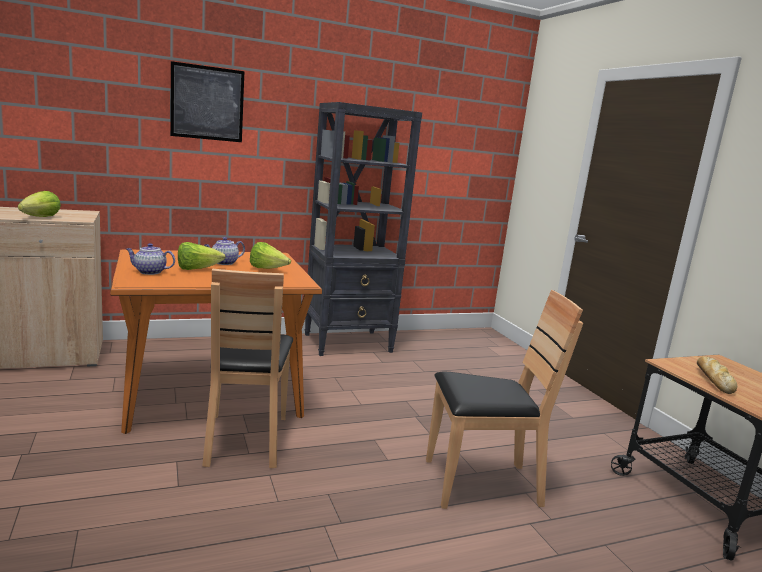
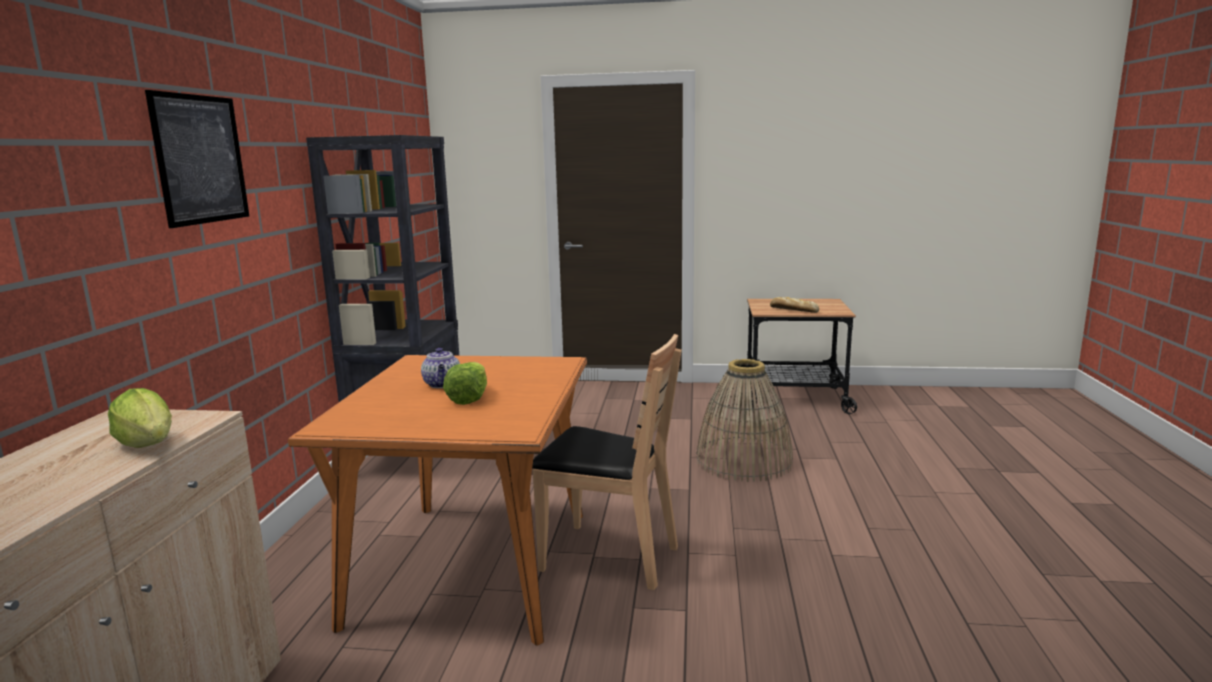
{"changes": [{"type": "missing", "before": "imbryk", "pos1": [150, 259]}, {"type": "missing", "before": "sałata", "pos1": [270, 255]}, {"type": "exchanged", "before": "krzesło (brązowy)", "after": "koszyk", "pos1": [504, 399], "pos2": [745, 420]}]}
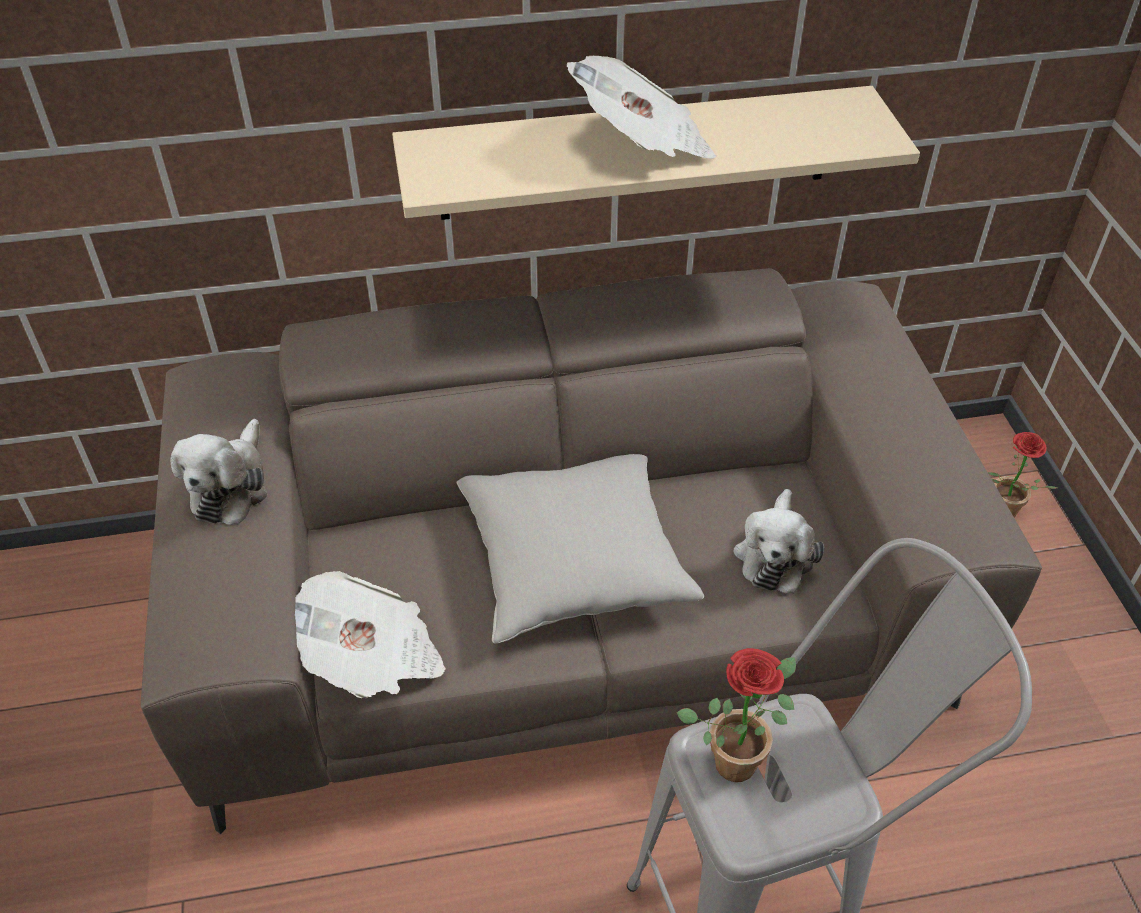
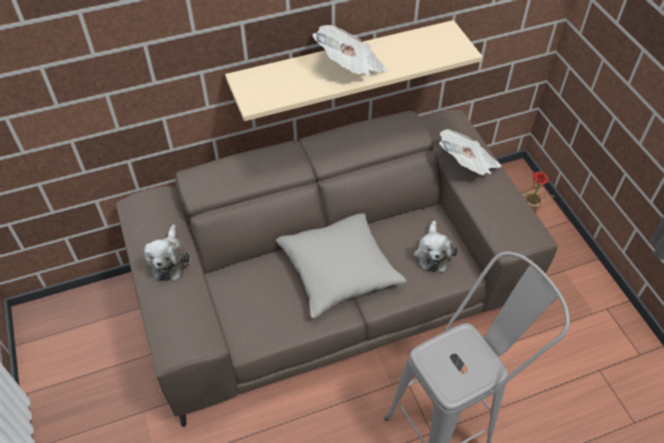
{"changes": [{"type": "relocated", "before": "gazeta", "pos1": [370, 635], "pos2": [470, 152]}, {"type": "missing", "before": "roślina doniczkowa", "pos1": [736, 715]}]}
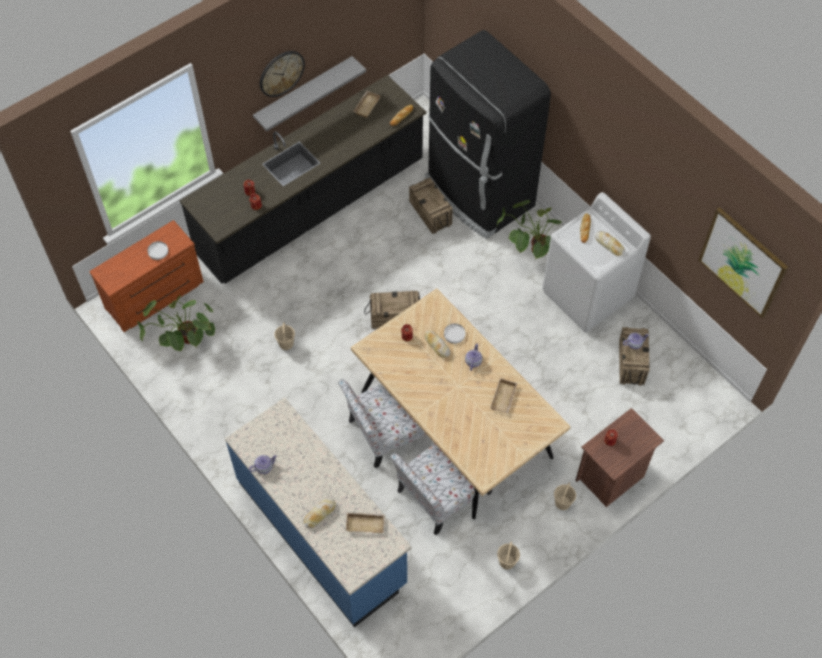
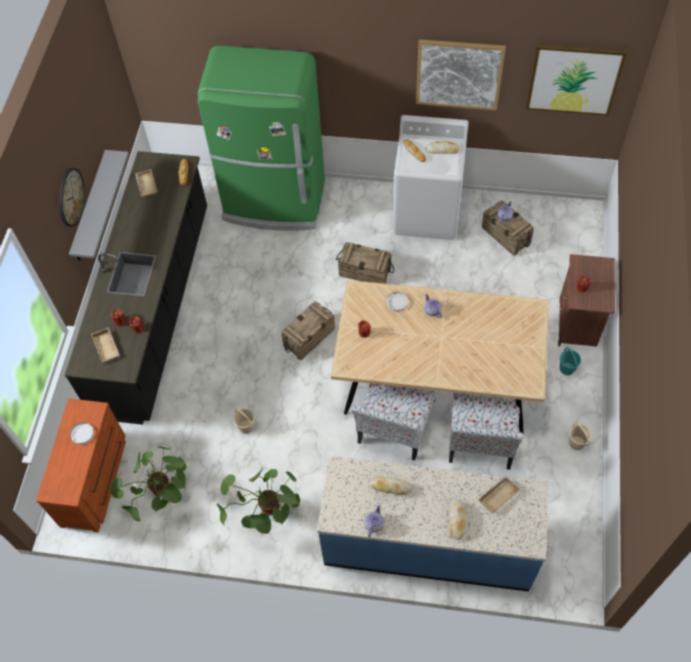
{"changes": [{"type": "relocated", "before": "skrzynka", "pos1": [431, 206], "pos2": [365, 263]}, {"type": "relocated", "before": "chleb", "pos1": [437, 344], "pos2": [390, 486]}, {"type": "colour", "before": "lodówka (czarny)", "after": "lodówka (zielony)", "pos1": [488, 134], "pos2": [261, 138]}, {"type": "relocated", "before": "taca (beżowy)", "pos1": [504, 395], "pos2": [105, 345]}, {"type": "relocated", "before": "roślina doniczkowa", "pos1": [529, 229], "pos2": [258, 501]}, {"type": "colour", "before": "wiadro (beżowy)", "after": "wiadro (turkusowy)", "pos1": [565, 496], "pos2": [570, 361]}, {"type": "appeared", "after": "obraz", "pos2": [461, 74]}]}
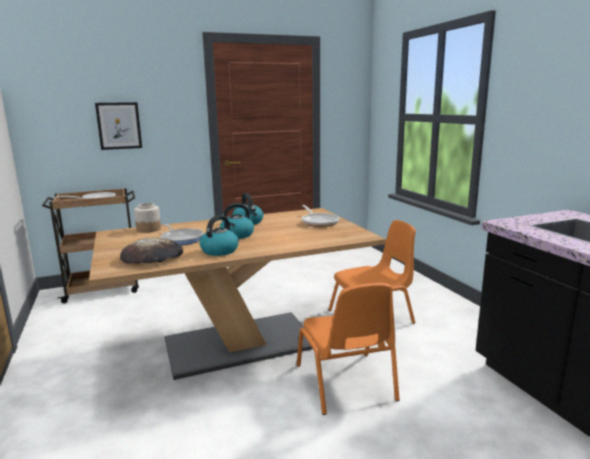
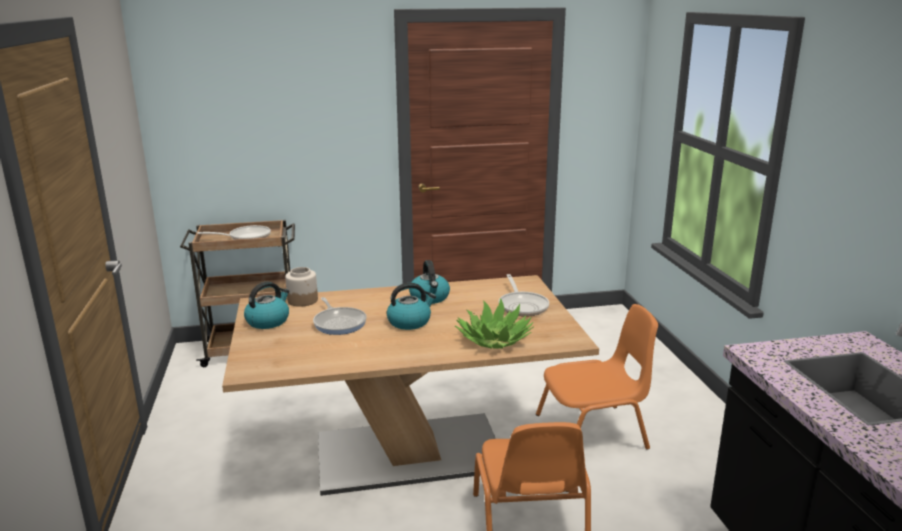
{"changes": [{"type": "missing", "before": "obraz", "pos1": [118, 126]}, {"type": "missing", "before": "chleb", "pos1": [151, 251]}, {"type": "relocated", "before": "czajnik", "pos1": [219, 235], "pos2": [266, 305]}, {"type": "appeared", "after": "roślina doniczkowa", "pos2": [494, 323]}]}
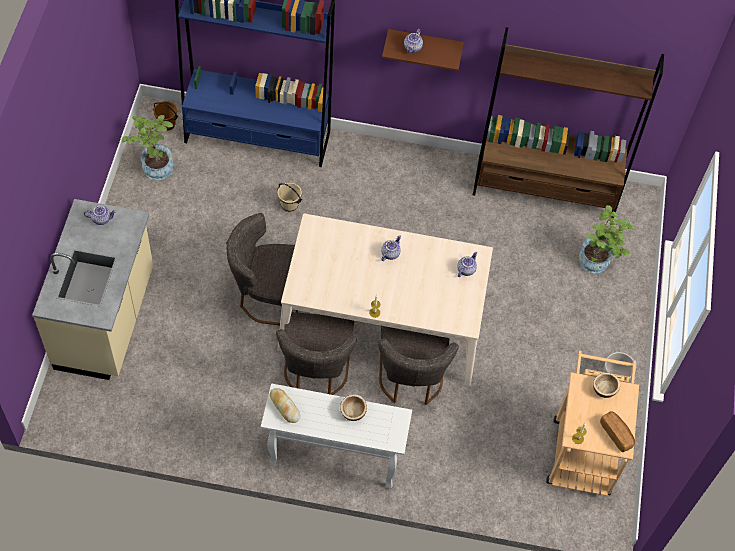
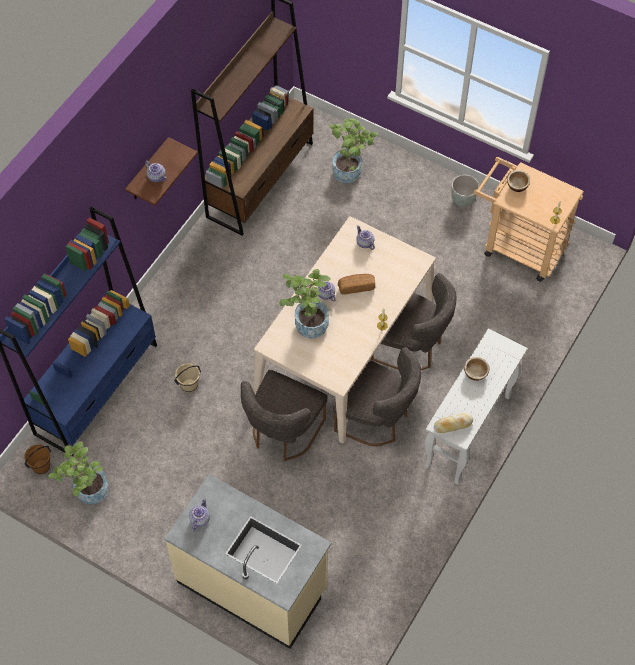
{"changes": [{"type": "relocated", "before": "chleb", "pos1": [617, 431], "pos2": [356, 284]}, {"type": "appeared", "after": "roślina doniczkowa", "pos2": [305, 303]}]}
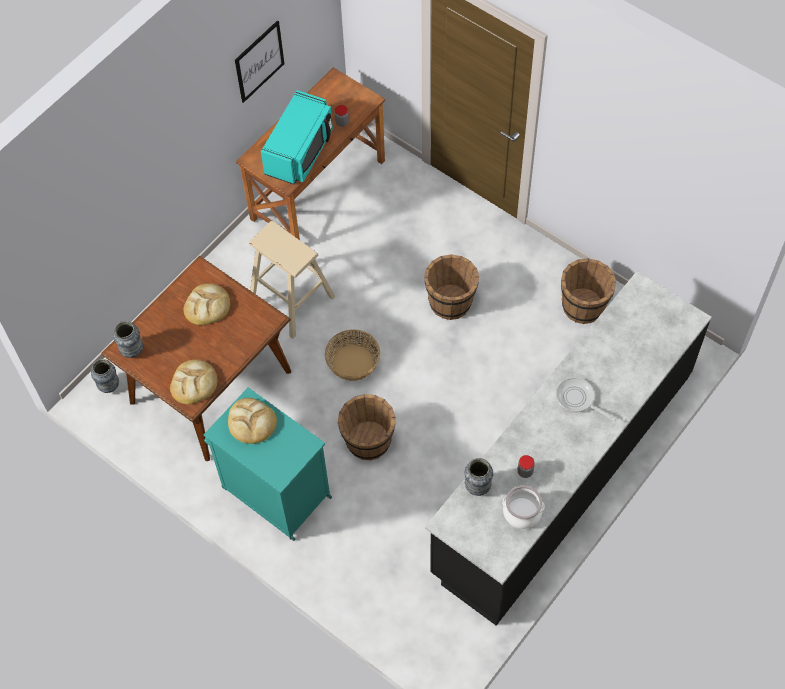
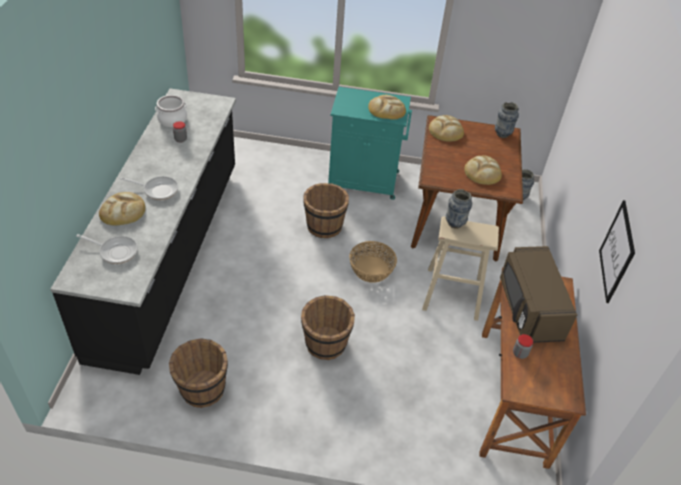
{"changes": [{"type": "colour", "before": "mikrofalówka (turkusowy)", "after": "mikrofalówka (brązowy)", "pos1": [297, 137], "pos2": [538, 294]}, {"type": "relocated", "before": "wazon", "pos1": [478, 477], "pos2": [459, 209]}, {"type": "appeared", "after": "patelnia", "pos2": [107, 249]}, {"type": "appeared", "after": "chleb", "pos2": [122, 208]}]}
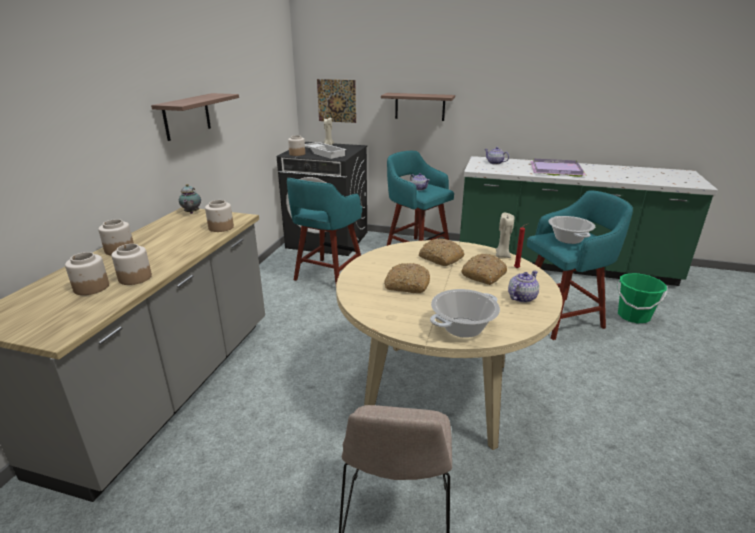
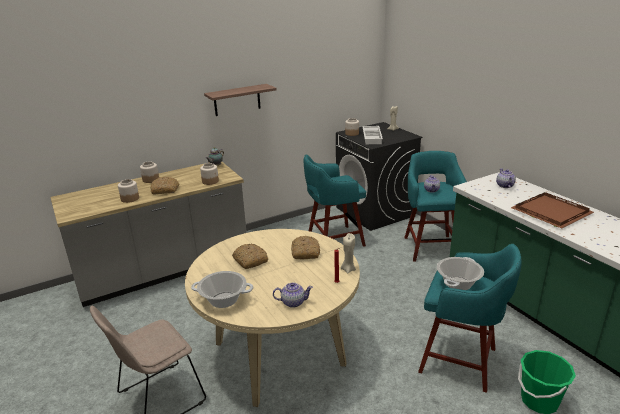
{"changes": [{"type": "missing", "before": "słoik", "pos1": [87, 273]}, {"type": "missing", "before": "obraz", "pos1": [336, 101]}, {"type": "missing", "before": "półka", "pos1": [418, 107]}, {"type": "relocated", "before": "chleb", "pos1": [484, 269], "pos2": [165, 186]}, {"type": "colour", "before": "taca (fioletowy)", "after": "taca (brązowy)", "pos1": [558, 168], "pos2": [552, 210]}]}
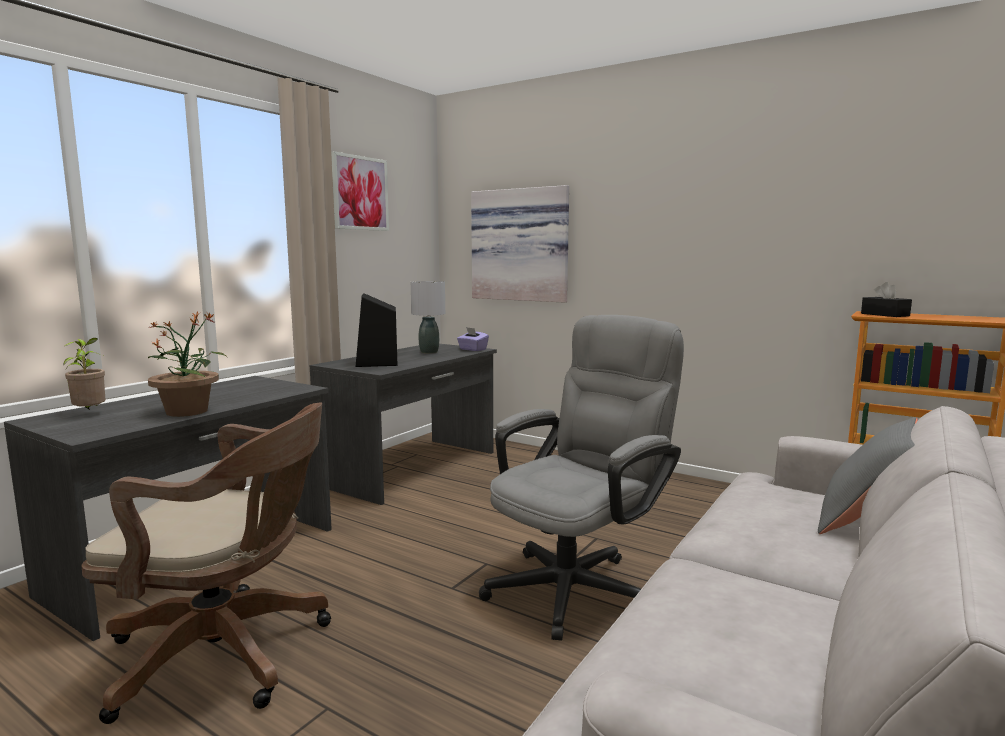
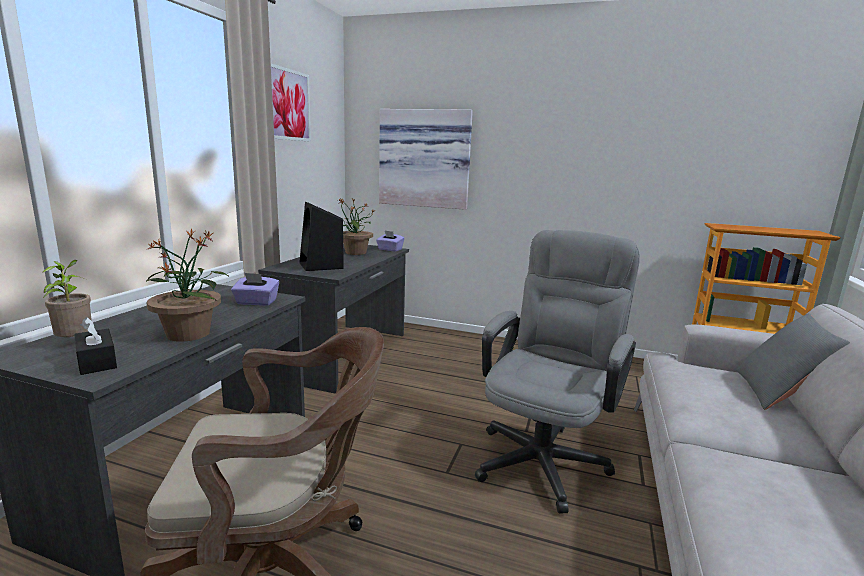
{"changes": [{"type": "exchanged", "before": "lampa stołowa (szary)", "after": "roślina doniczkowa", "pos1": [428, 317], "pos2": [357, 227]}, {"type": "relocated", "before": "pudełko chusteczek (czarny)", "pos1": [886, 299], "pos2": [95, 346]}, {"type": "appeared", "after": "pudełko chusteczek (fioletowy)", "pos2": [255, 289]}]}
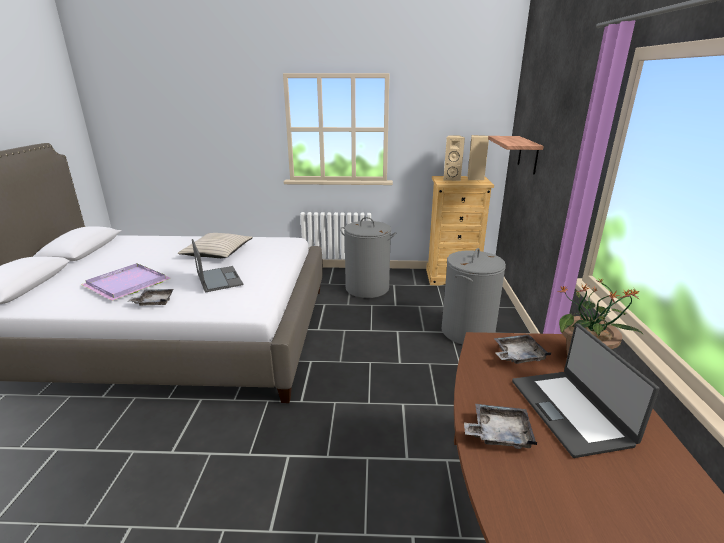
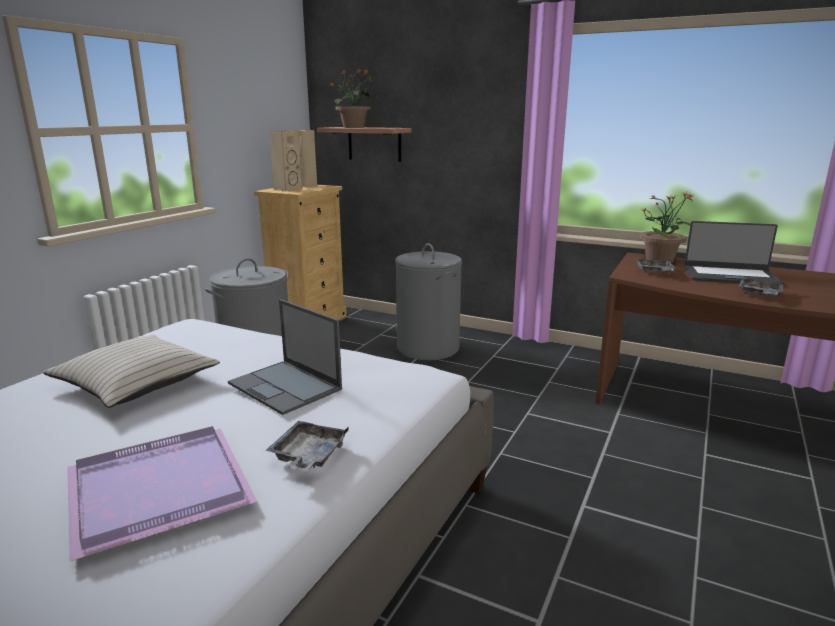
{"changes": [{"type": "spun", "before": "laptop", "pos1": [217, 266], "pos2": [285, 357], "turn": -135}, {"type": "appeared", "after": "roślina doniczkowa", "pos2": [353, 98]}]}
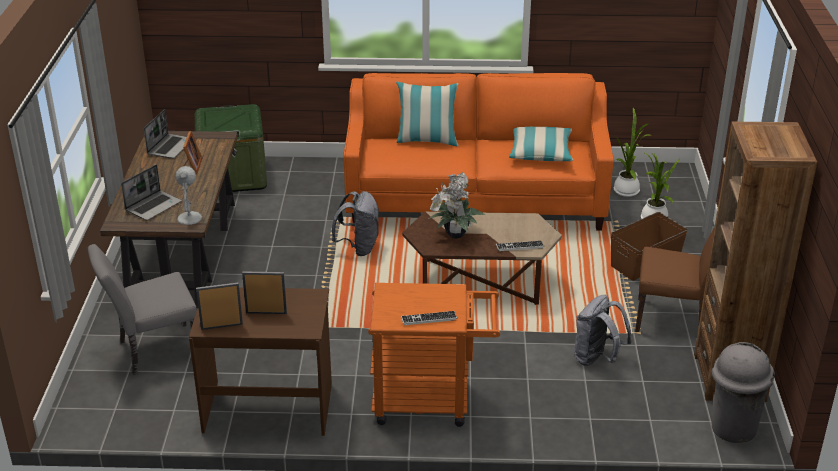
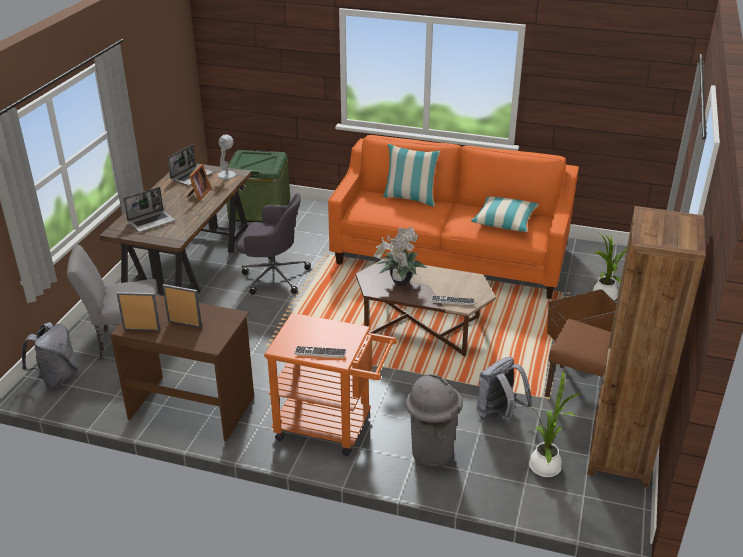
{"changes": [{"type": "relocated", "before": "lampa stołowa (biały)", "pos1": [188, 195], "pos2": [226, 157]}, {"type": "relocated", "before": "plecak (szary)", "pos1": [355, 223], "pos2": [49, 355]}, {"type": "relocated", "before": "roślina doniczkowa", "pos1": [632, 152], "pos2": [555, 423]}, {"type": "relocated", "before": "kosz na śmieci (szary)", "pos1": [743, 392], "pos2": [434, 420]}, {"type": "appeared", "after": "krzesło biurowe (szary)", "pos2": [274, 244]}]}
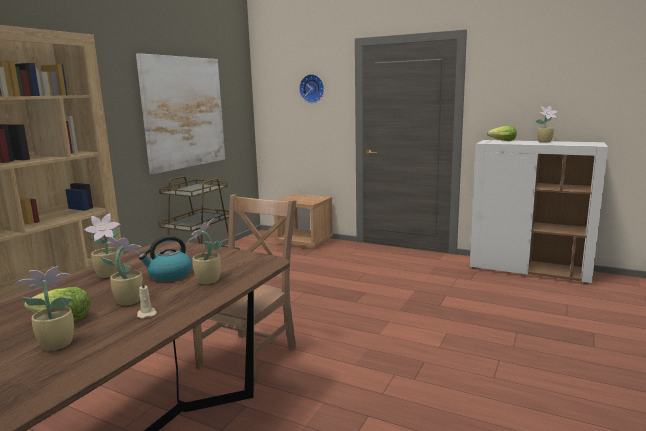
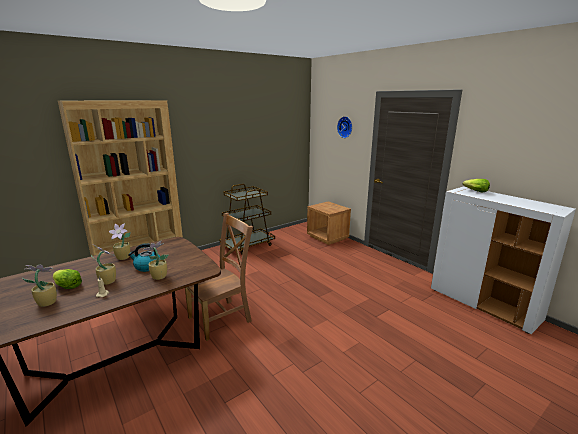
{"changes": [{"type": "missing", "before": "obraz", "pos1": [180, 113]}, {"type": "missing", "before": "roślina doniczkowa", "pos1": [547, 124]}]}
